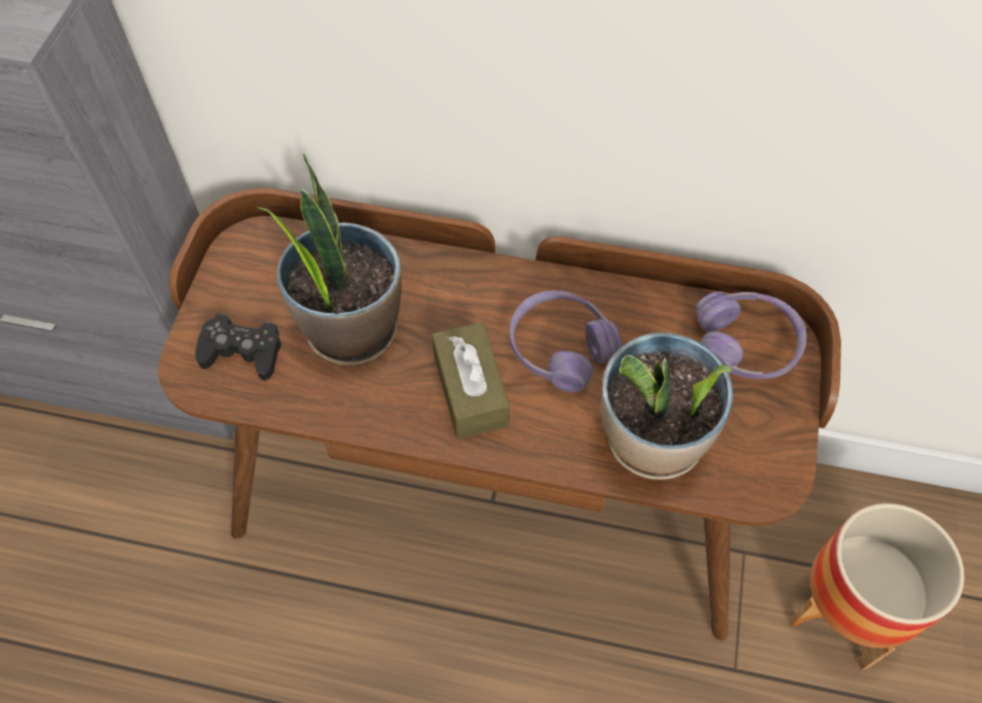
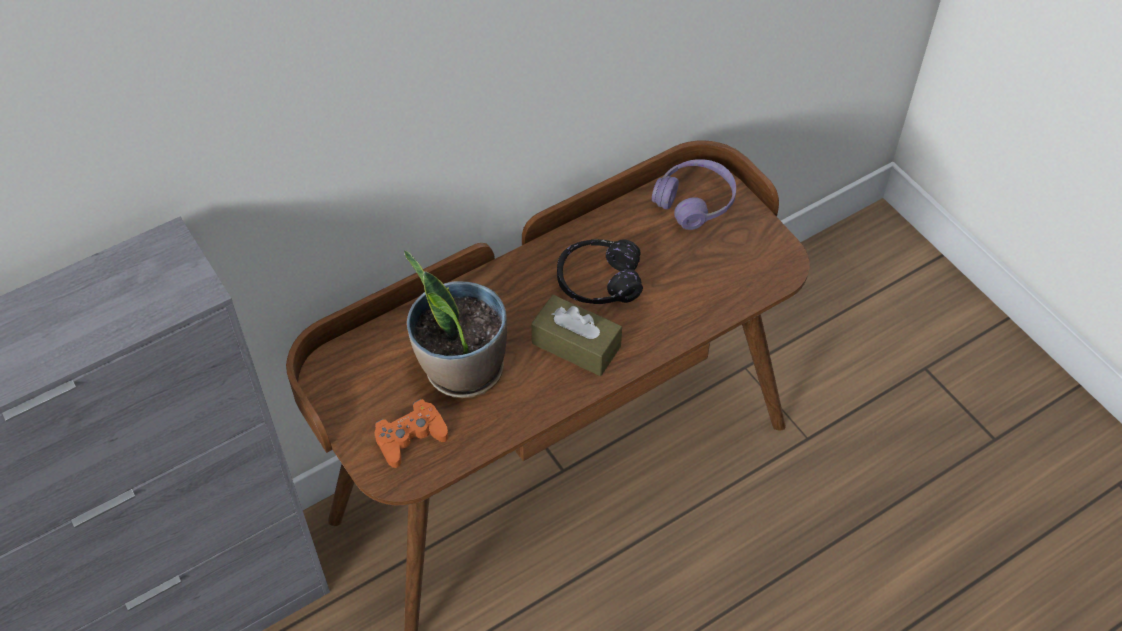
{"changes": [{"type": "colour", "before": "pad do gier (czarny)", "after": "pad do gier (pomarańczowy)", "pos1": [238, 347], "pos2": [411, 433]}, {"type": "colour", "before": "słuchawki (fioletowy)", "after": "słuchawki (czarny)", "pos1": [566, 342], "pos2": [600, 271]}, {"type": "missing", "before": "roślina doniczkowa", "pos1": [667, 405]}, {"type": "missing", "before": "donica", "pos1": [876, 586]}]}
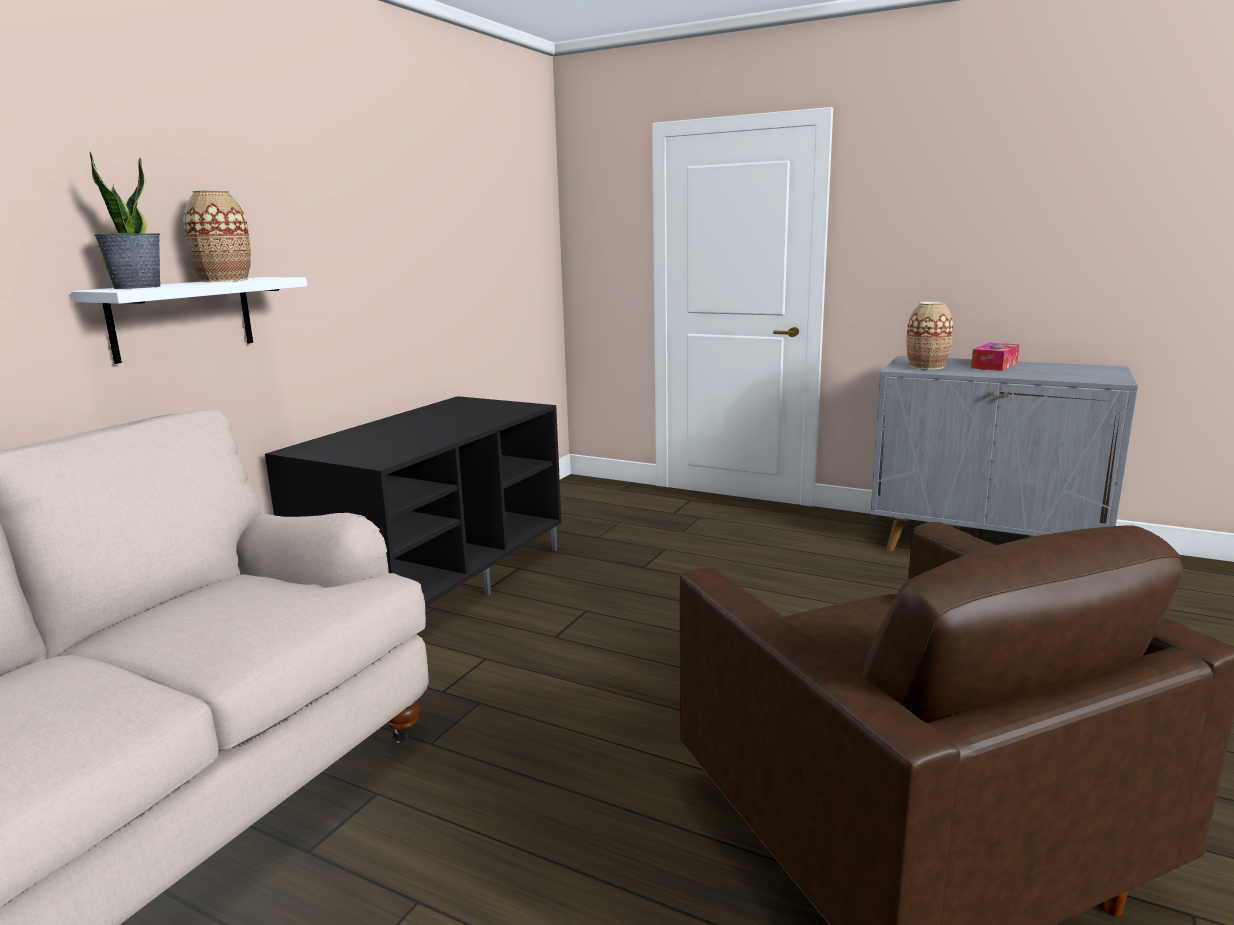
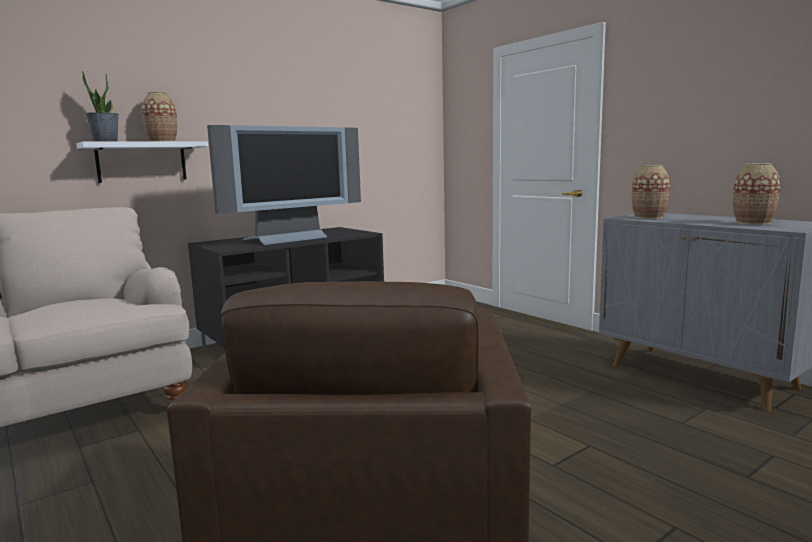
{"changes": [{"type": "missing", "before": "pudełko chusteczek", "pos1": [995, 357]}, {"type": "appeared", "after": "telewizor", "pos2": [284, 185]}, {"type": "appeared", "after": "wazon", "pos2": [757, 194]}]}
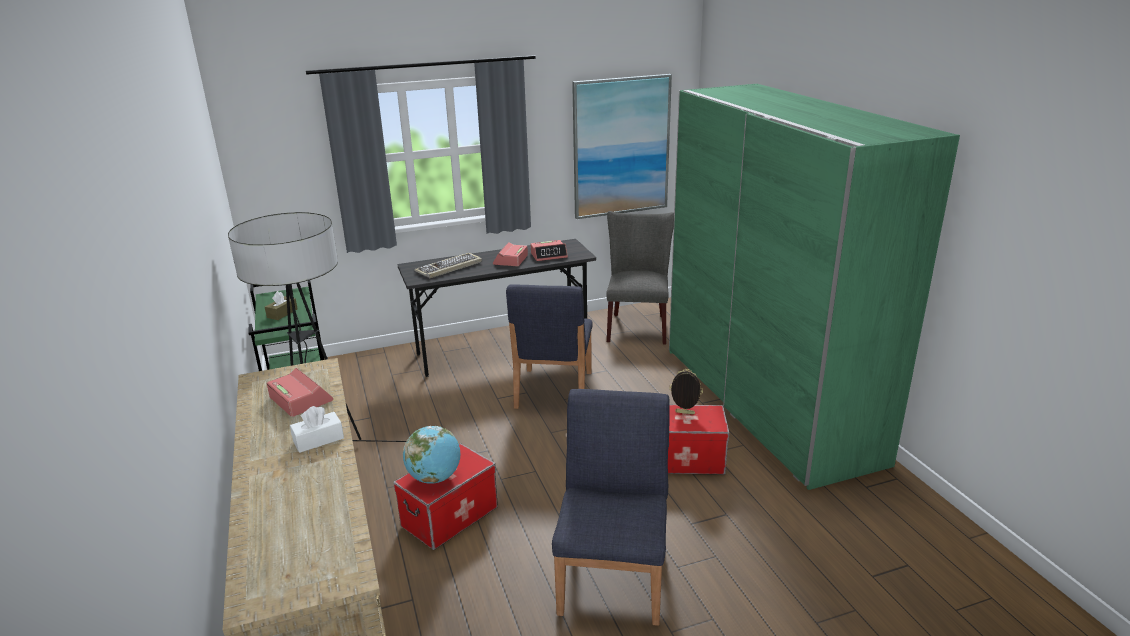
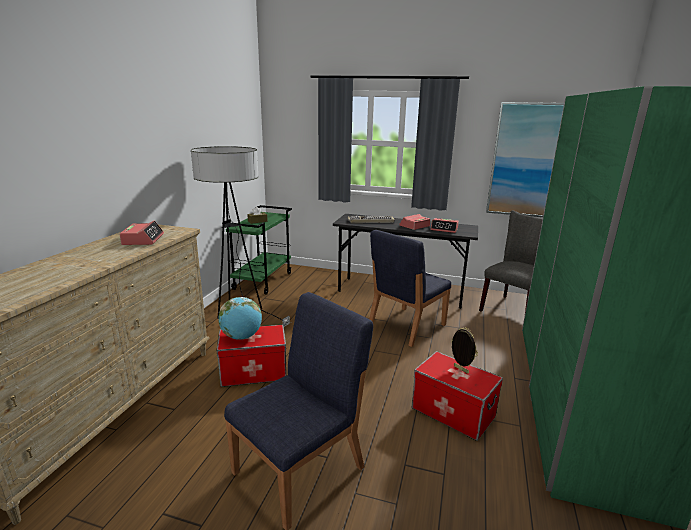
{"changes": [{"type": "missing", "before": "pudełko chusteczek (biały)", "pos1": [317, 429]}]}
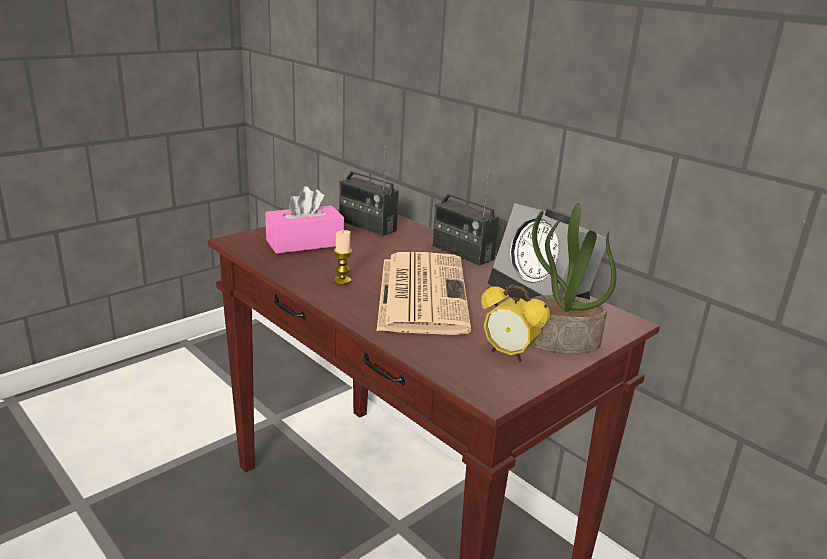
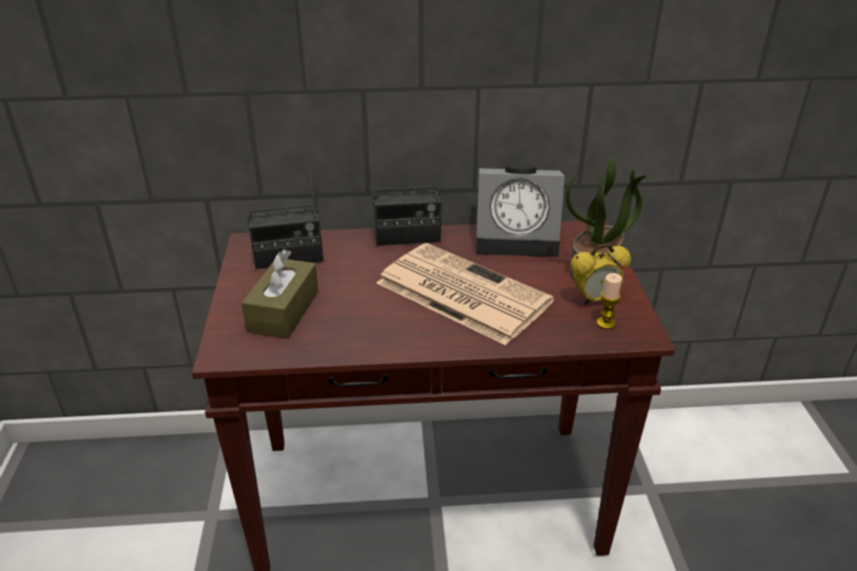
{"changes": [{"type": "colour", "before": "pudełko chusteczek (różowy)", "after": "pudełko chusteczek (brązowy)", "pos1": [304, 220], "pos2": [280, 294]}, {"type": "relocated", "before": "świeca", "pos1": [343, 257], "pos2": [609, 301]}]}
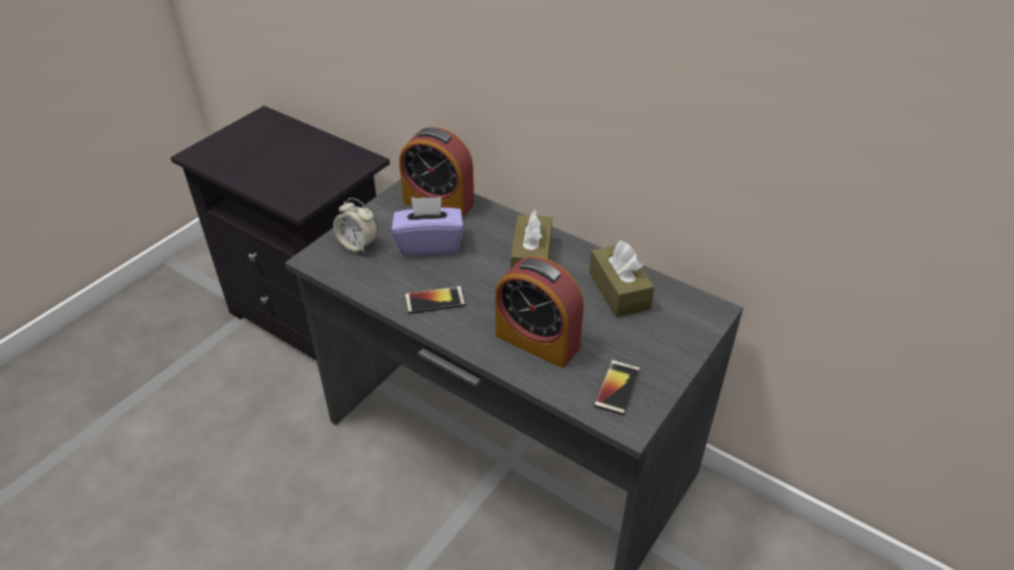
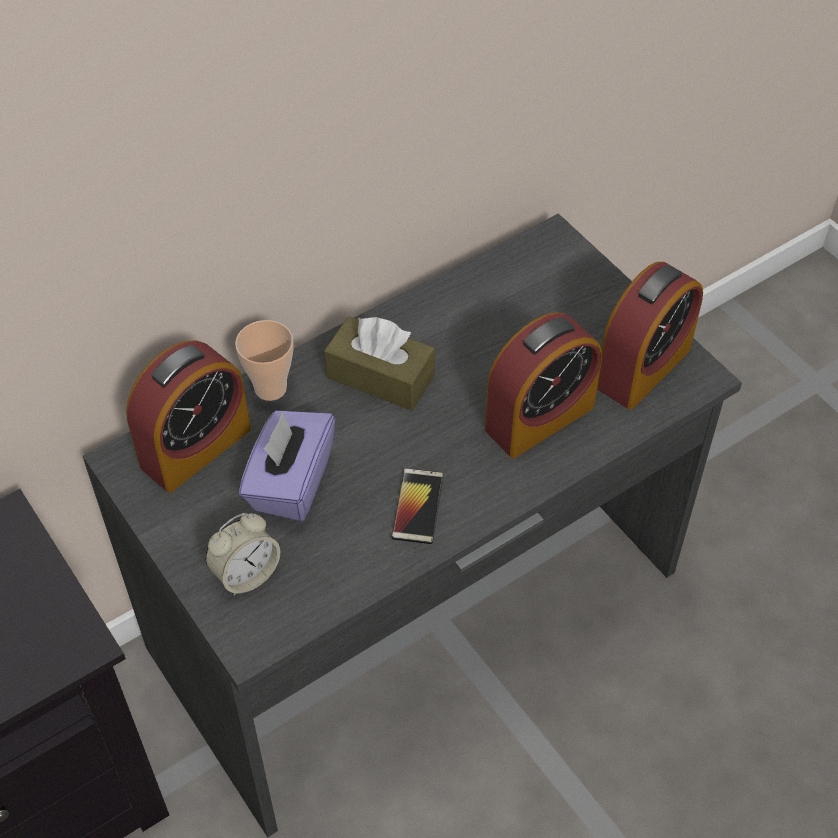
{"changes": [{"type": "missing", "before": "pudełko chusteczek (brązowy)", "pos1": [621, 278]}, {"type": "exchanged", "before": "telefon", "after": "budzik", "pos1": [617, 387], "pos2": [650, 336]}, {"type": "appeared", "after": "filiżanka", "pos2": [264, 360]}]}
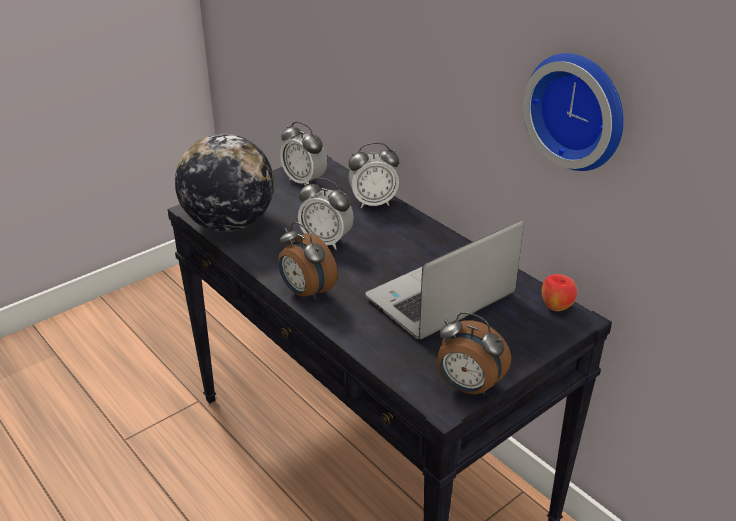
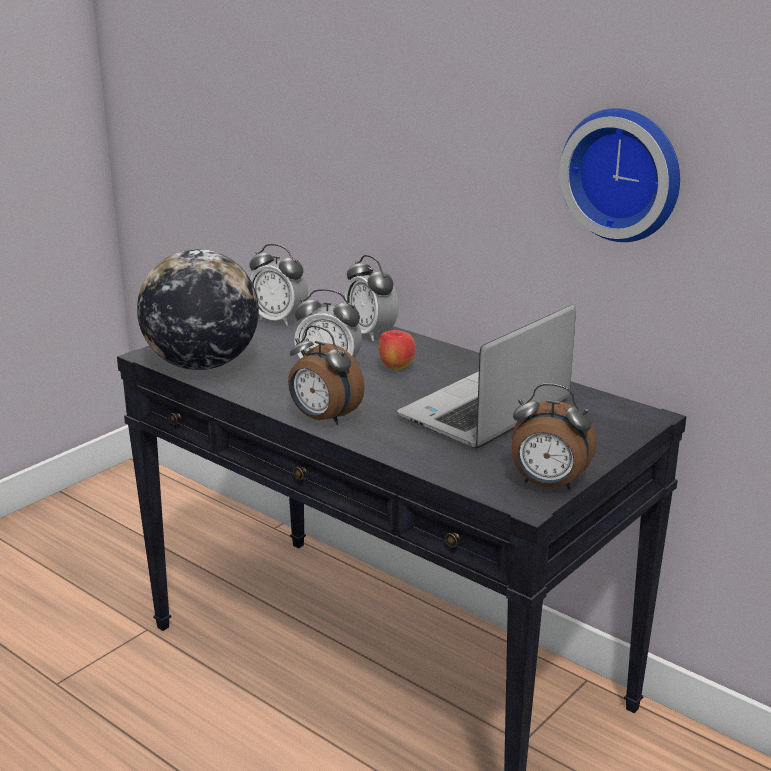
{"changes": [{"type": "spun", "before": "budzik", "pos1": [373, 175], "pos2": [371, 298], "turn": 75}, {"type": "relocated", "before": "jabłko", "pos1": [559, 292], "pos2": [397, 350]}]}
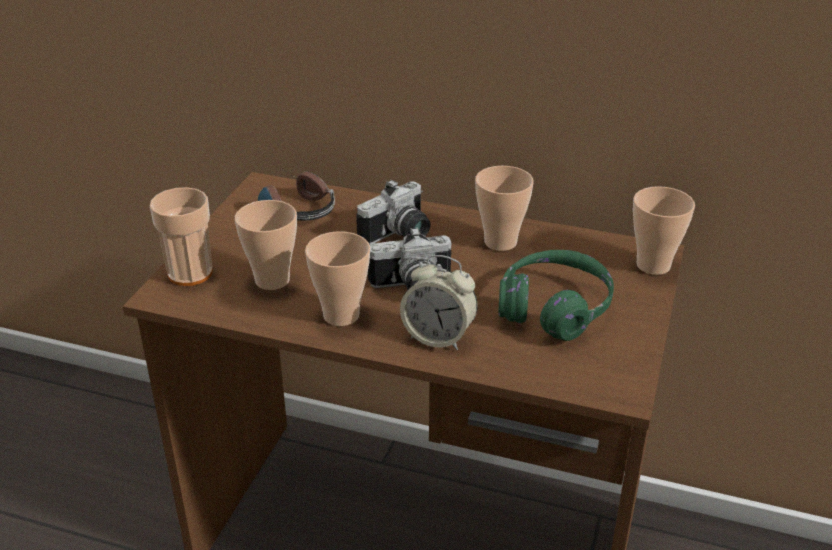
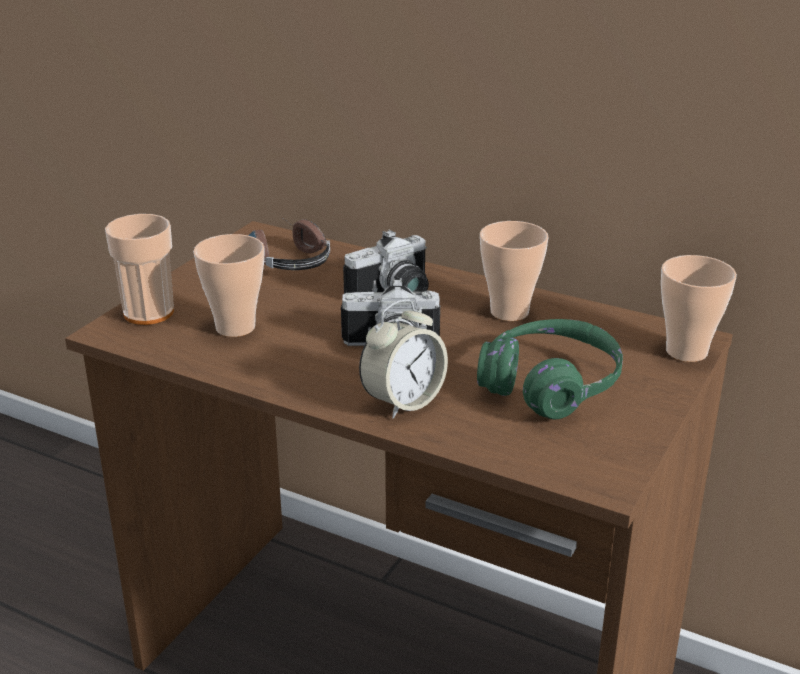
{"changes": [{"type": "missing", "before": "filiżanka", "pos1": [337, 278]}, {"type": "spun", "before": "budzik", "pos1": [438, 302], "pos2": [403, 359], "turn": -75}]}
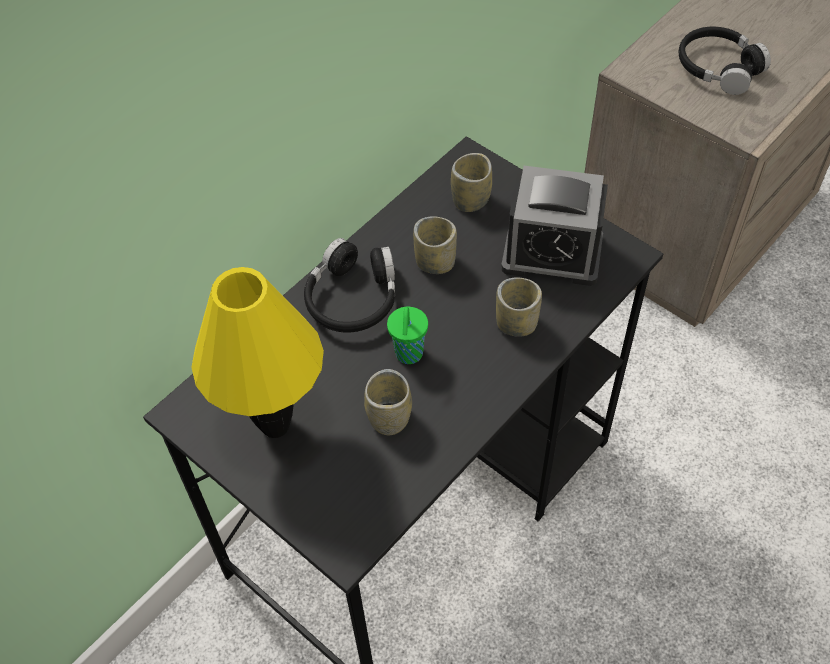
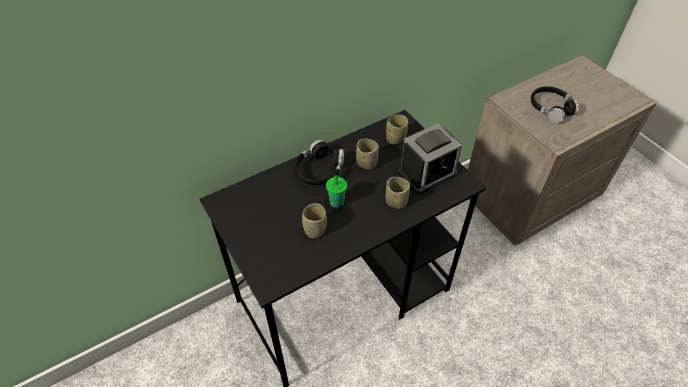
{"changes": [{"type": "missing", "before": "lampa stołowa (żółty)", "pos1": [257, 352]}, {"type": "spun", "before": "budzik", "pos1": [554, 226], "pos2": [430, 158], "turn": -60}]}
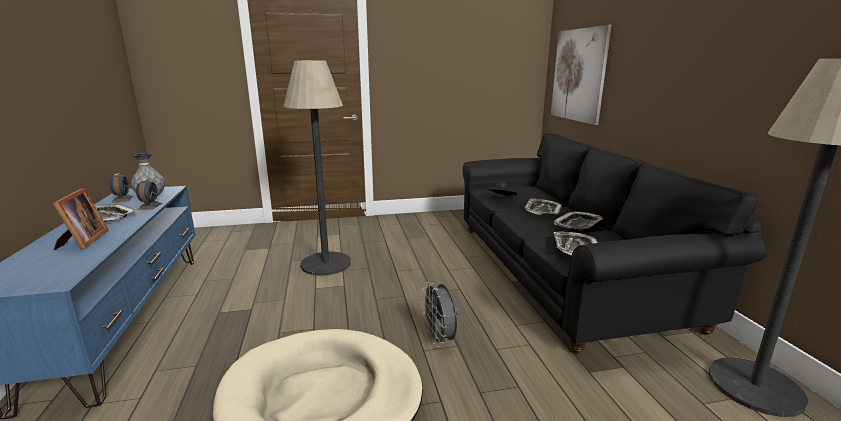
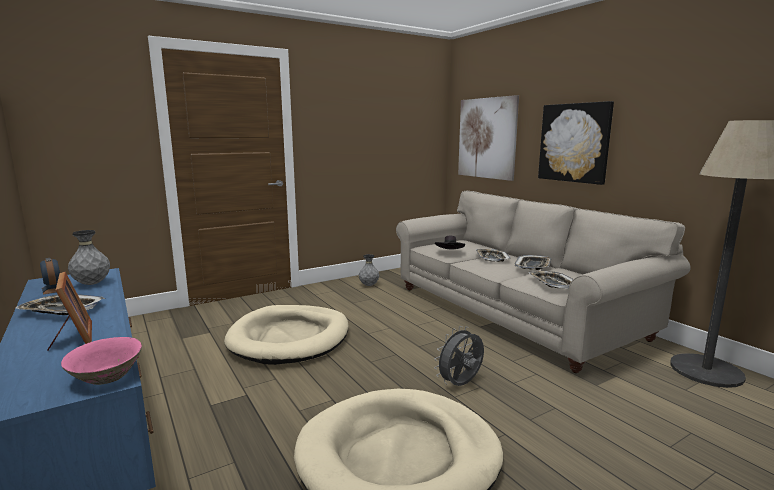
{"changes": [{"type": "missing", "before": "budzik", "pos1": [149, 194]}, {"type": "exchanged", "before": "lampa stojąca", "after": "legowisko (beżowy)", "pos1": [317, 168], "pos2": [286, 335]}, {"type": "spun", "before": "wentylator (szary)", "pos1": [440, 314], "pos2": [459, 356], "turn": 90}, {"type": "colour", "before": "kanapa (czarny)", "after": "kanapa (beżowy)", "pos1": [614, 243], "pos2": [543, 281]}, {"type": "appeared", "after": "miska (różowy)", "pos2": [101, 361]}, {"type": "appeared", "after": "wazon (szary)", "pos2": [369, 270]}, {"type": "appeared", "after": "obraz", "pos2": [576, 143]}]}
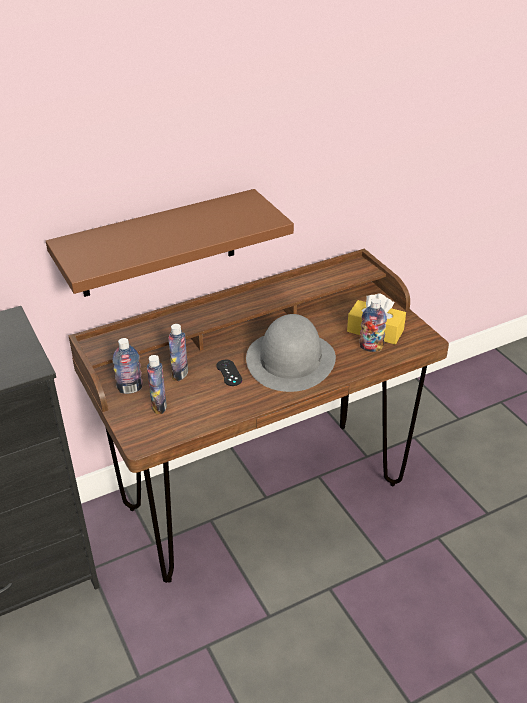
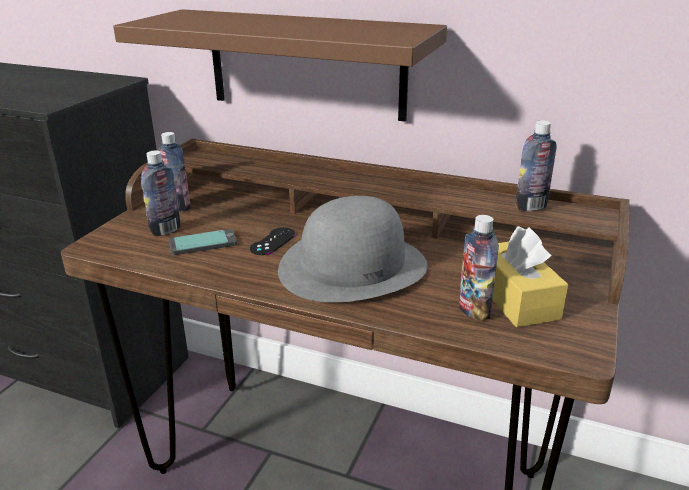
{"changes": [{"type": "relocated", "before": "butelka", "pos1": [178, 352], "pos2": [536, 165]}, {"type": "appeared", "after": "telefon", "pos2": [203, 242]}]}
